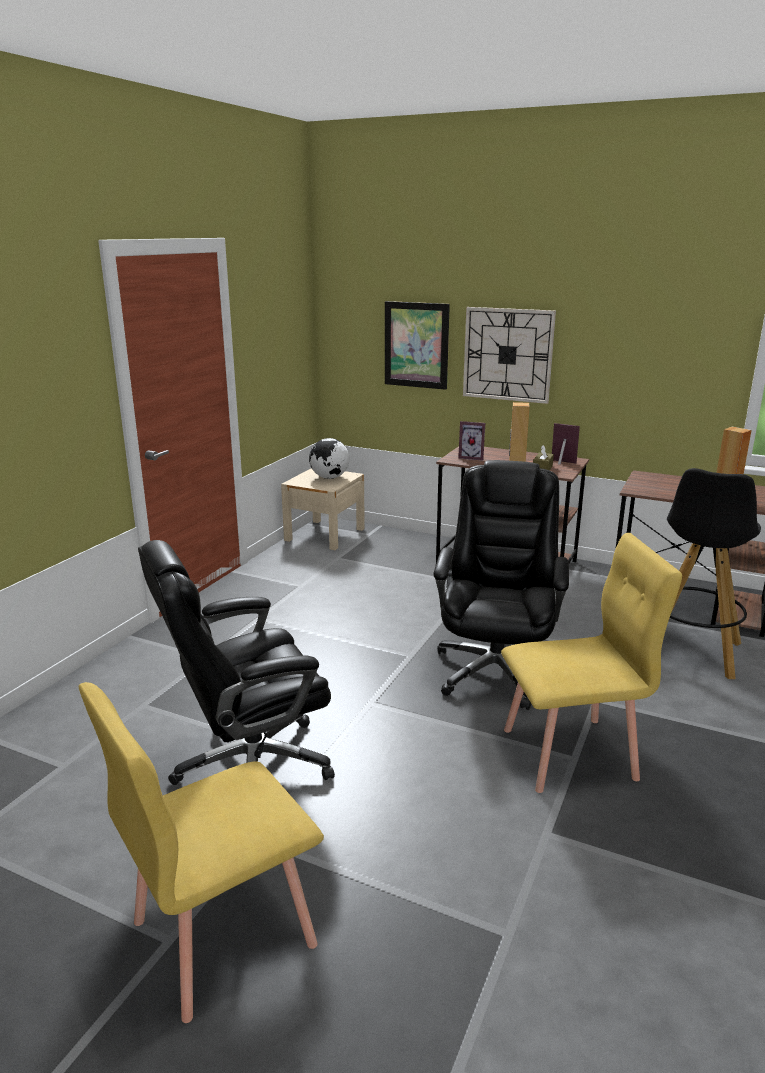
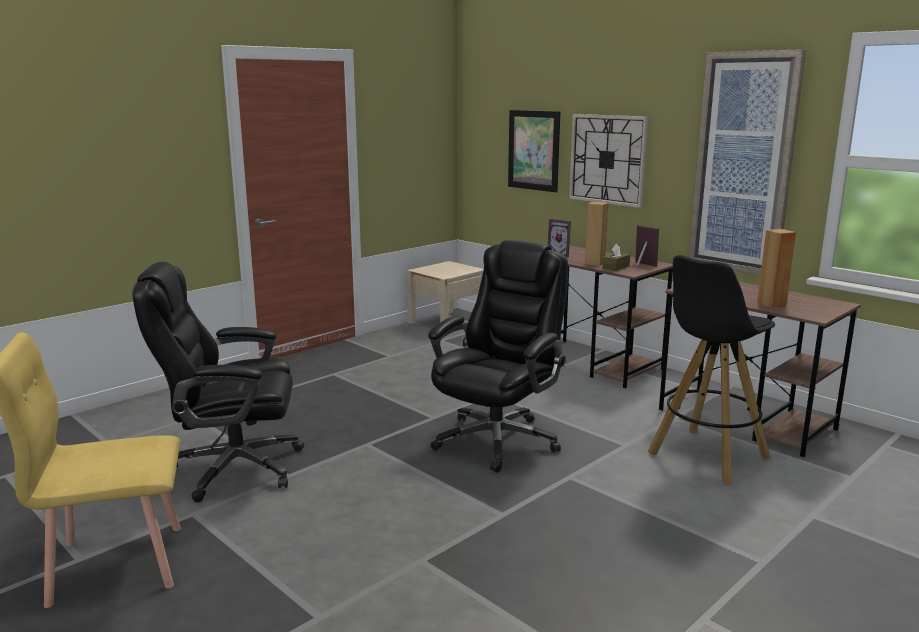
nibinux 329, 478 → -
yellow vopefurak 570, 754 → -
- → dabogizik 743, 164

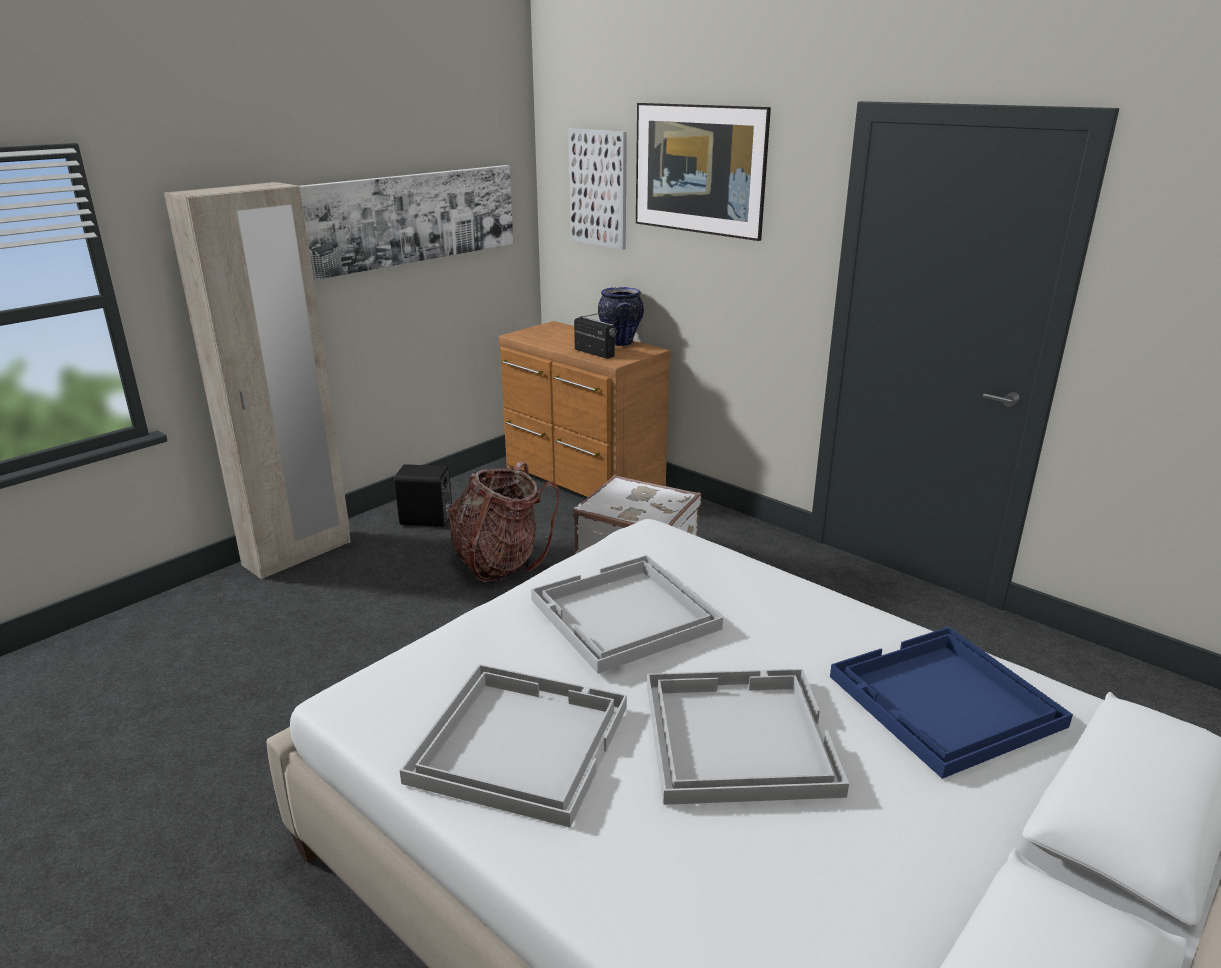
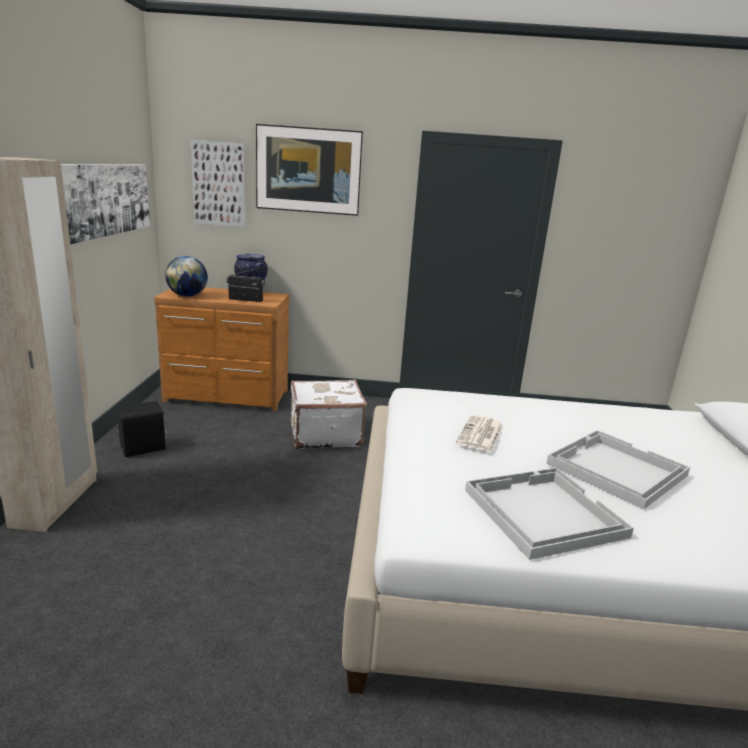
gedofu 500, 562 → -
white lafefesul 623, 615 → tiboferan 480, 435
blue lafefesul 944, 702 → -
- → nibinux 187, 296

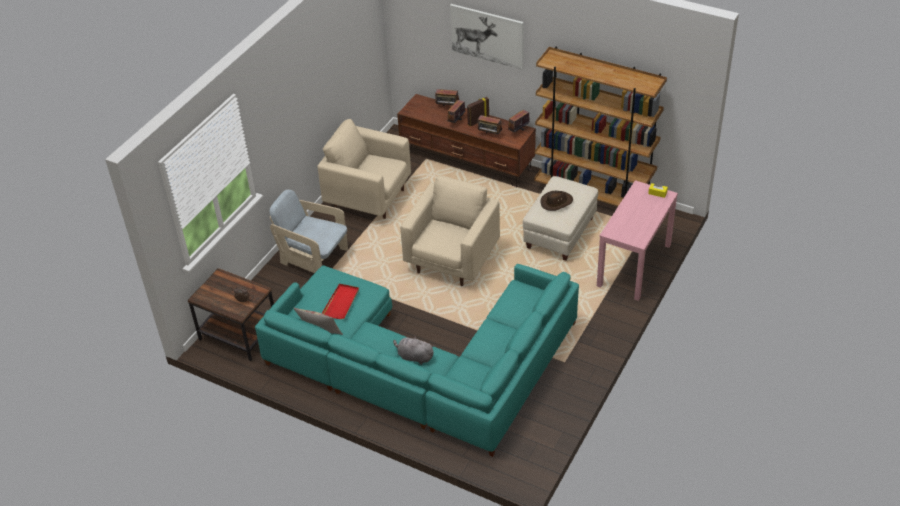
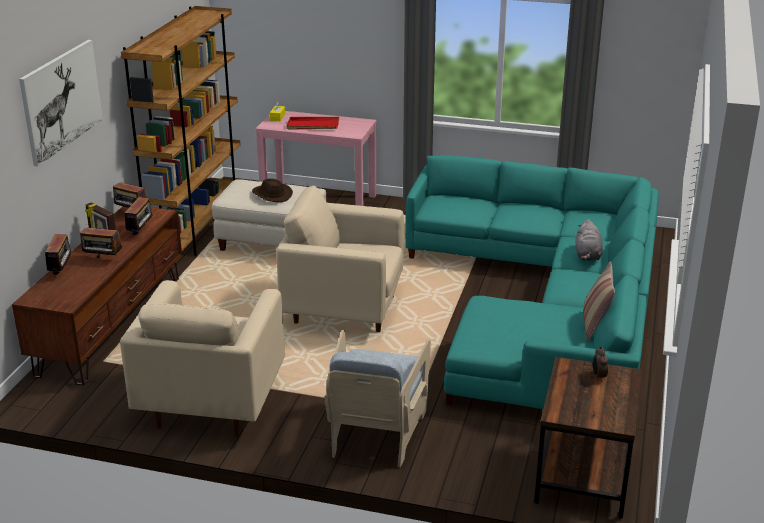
red lafefesul 341, 302 → red lafefesul 312, 125, move

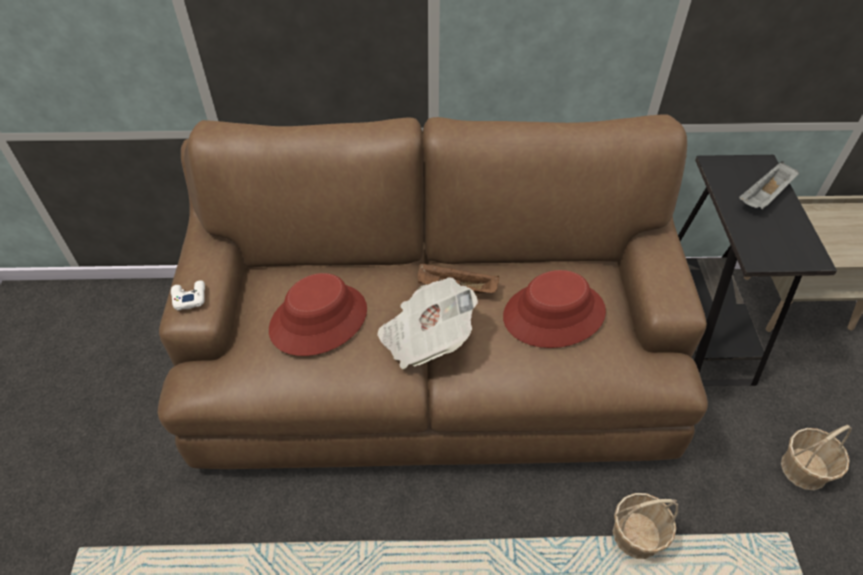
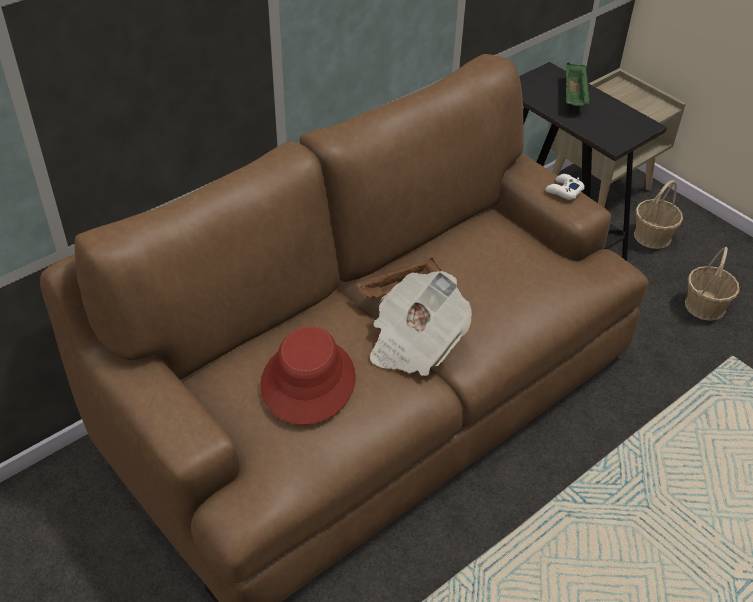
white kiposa 189, 297 → white kiposa 563, 191, move
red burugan 554, 314 → -
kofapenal 636, 536 → kofapenal 652, 236, move
grey lafefesul 764, 197 → green lafefesul 574, 96

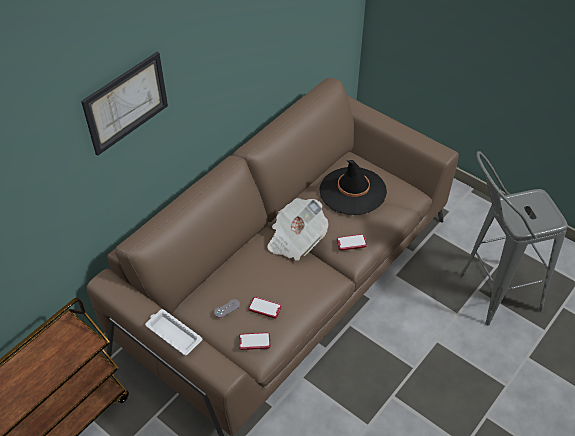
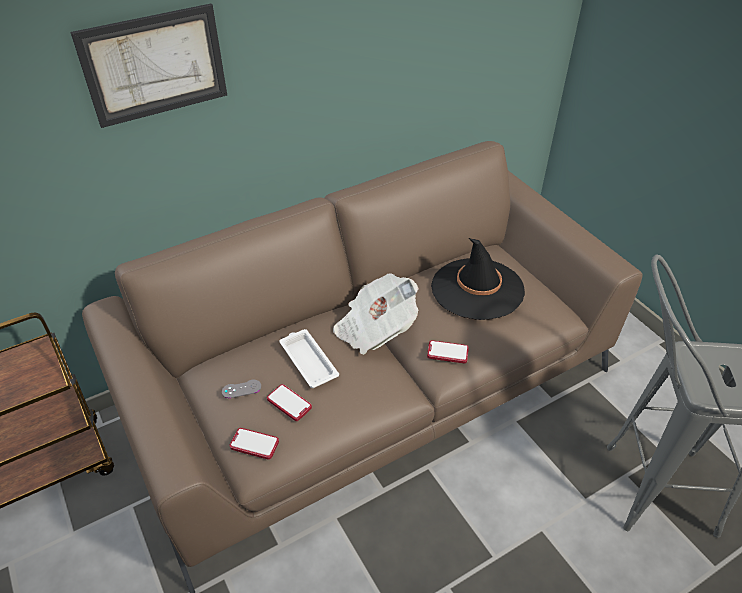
white lafefesul 173, 333 → white lafefesul 308, 360, move

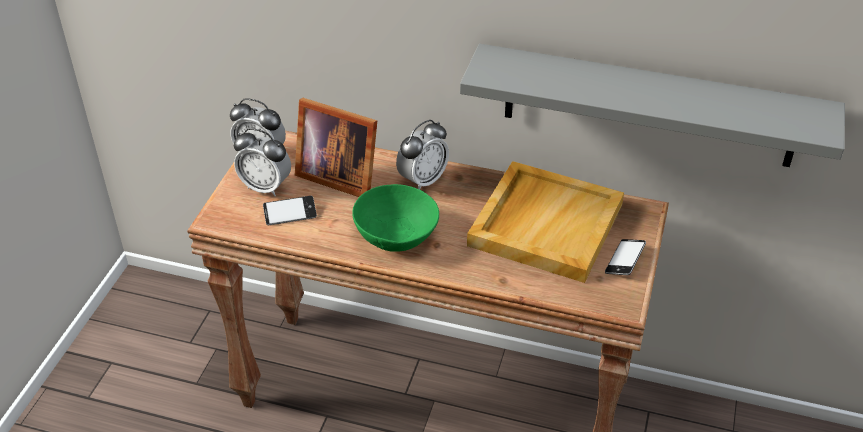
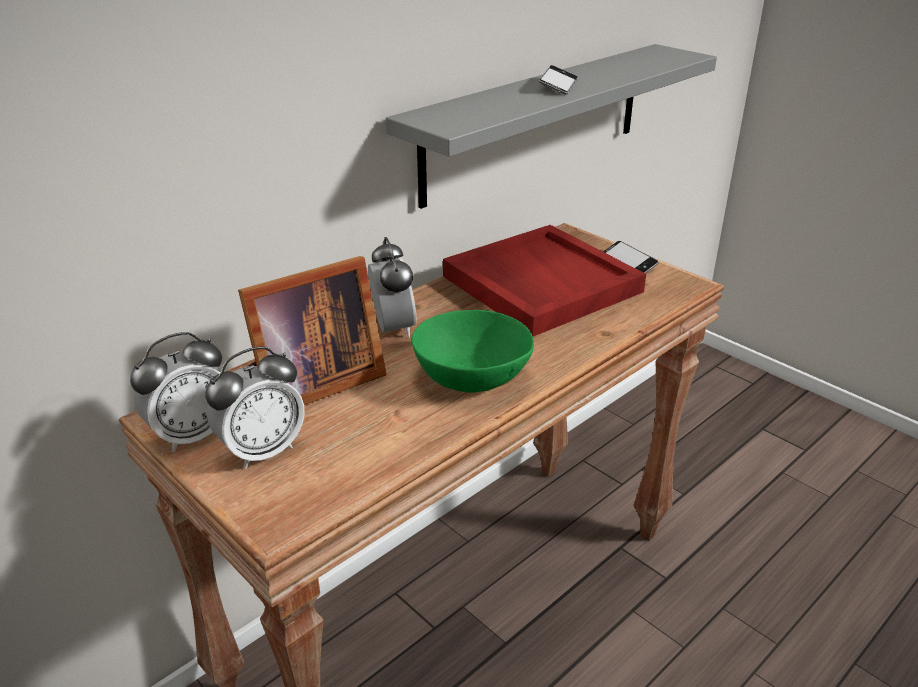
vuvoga 290, 214 → vuvoga 558, 85, move
beige lafefesul 545, 224 → red lafefesul 539, 284

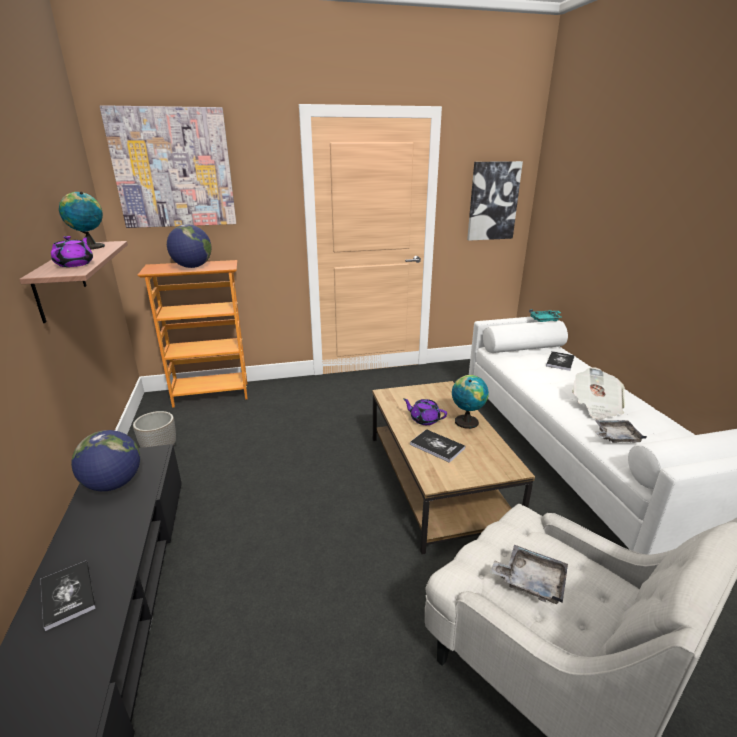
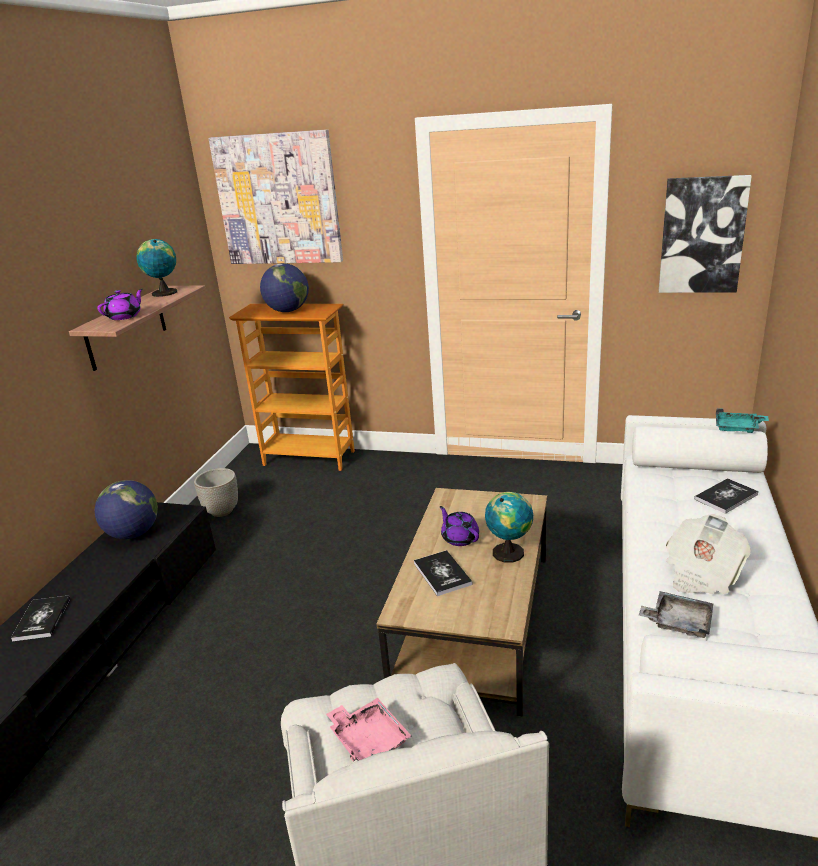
grey lafefesul 531, 581 → pink lafefesul 369, 740

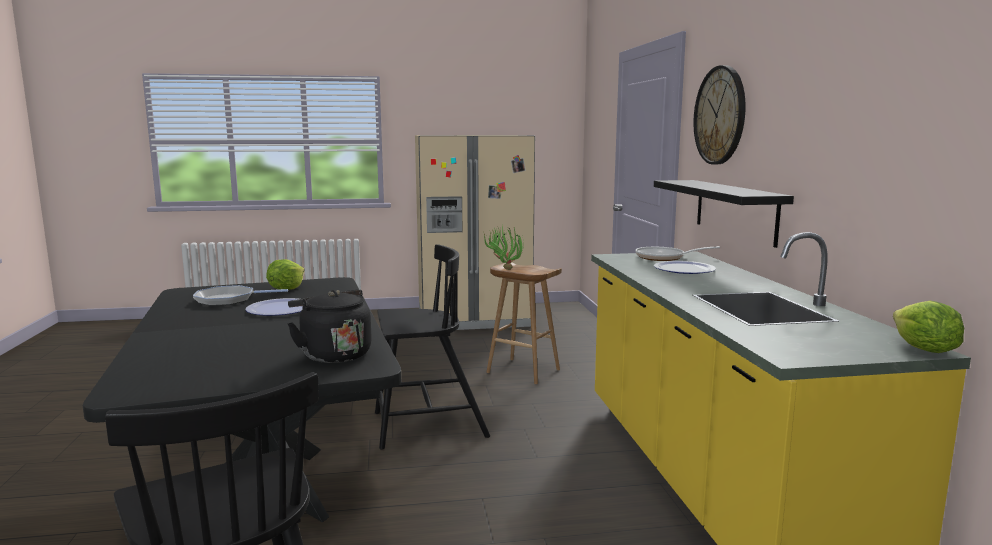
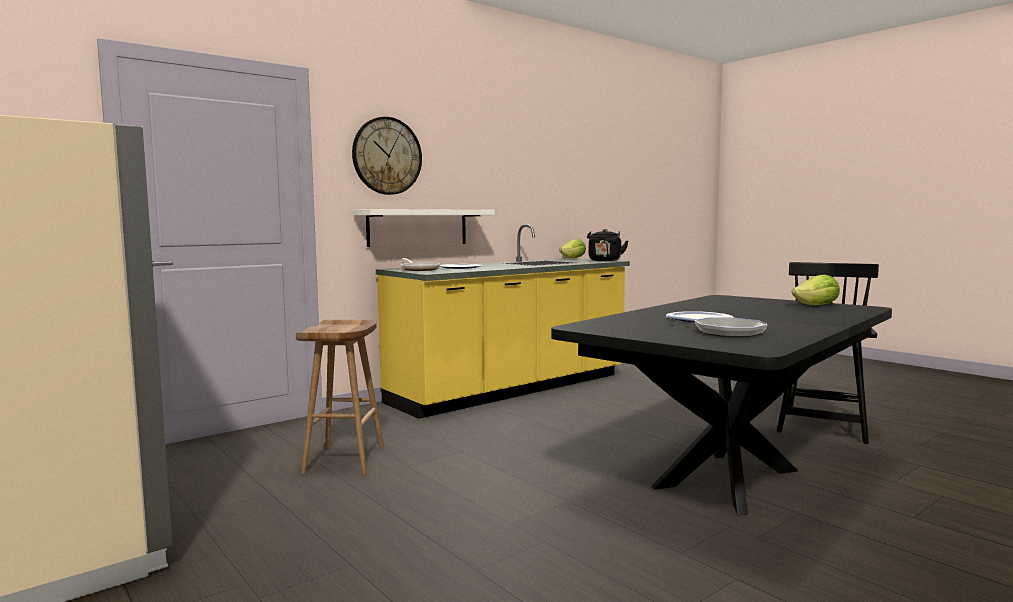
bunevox 286, 289 → bunevox 817, 305, move
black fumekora 333, 354 → black fumekora 604, 261, move
black vopefurak 427, 425 → -
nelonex 503, 269 → -
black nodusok 735, 210 → white nodusok 418, 227

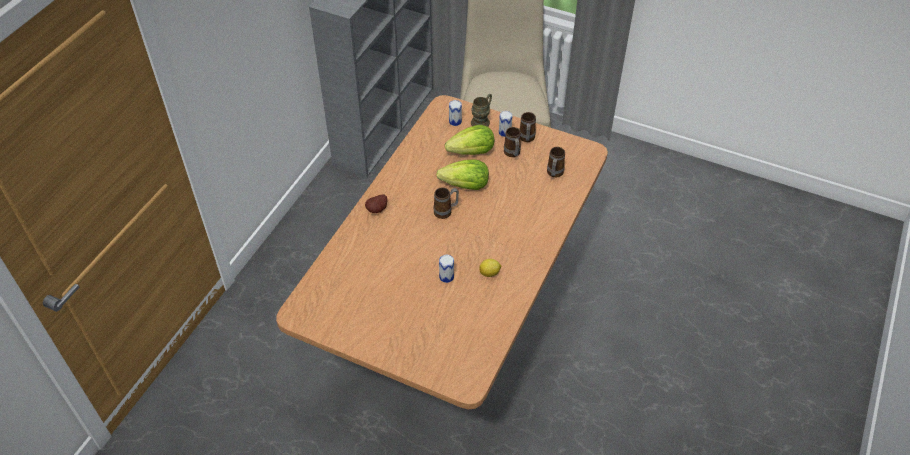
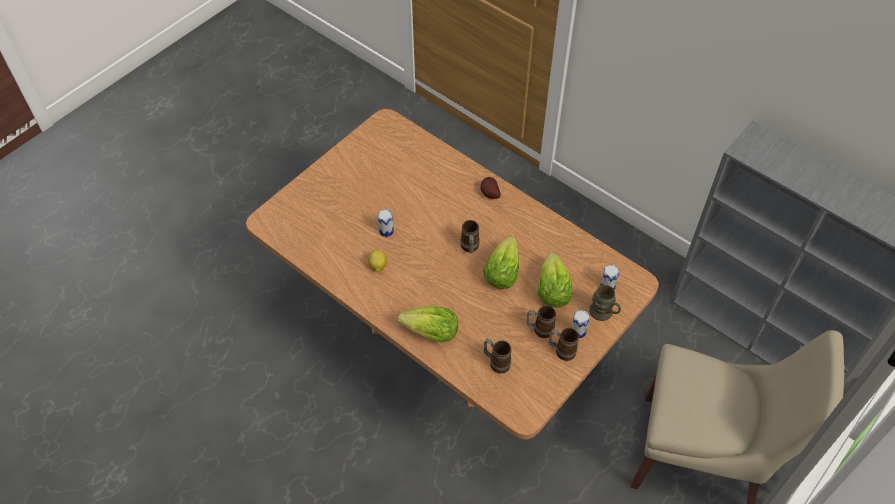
- → bunevox 431, 333

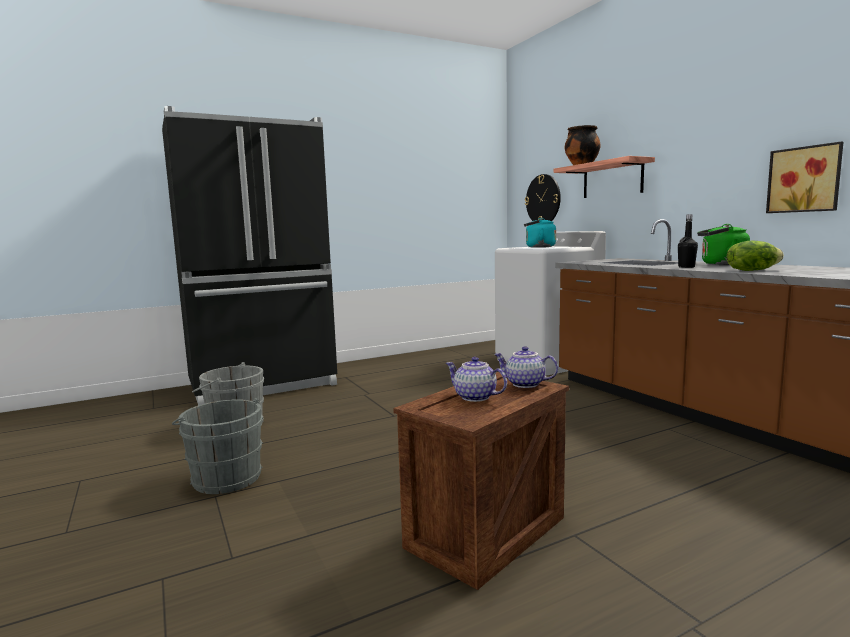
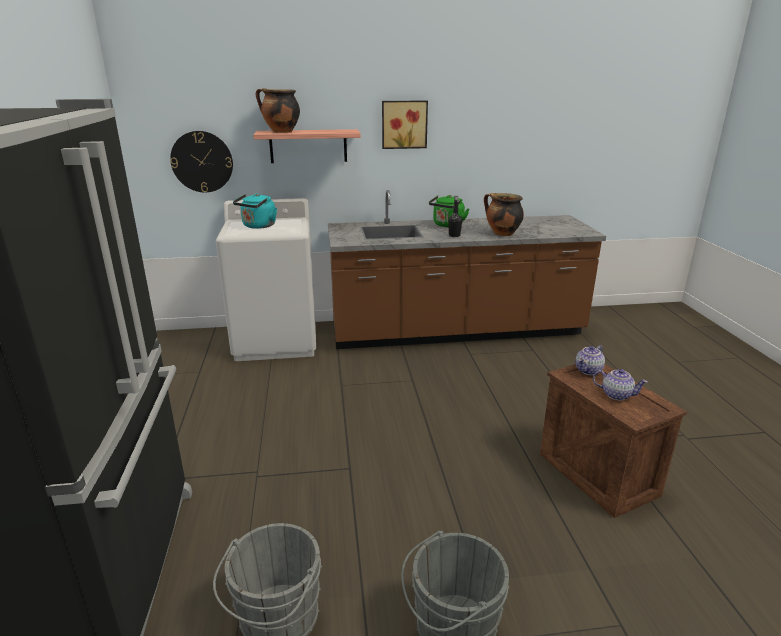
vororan 475, 397 → vororan 616, 394, 120 degrees counterclockwise
bunevox 752, 270 → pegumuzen 502, 234
dabogizik 805, 179 → dabogizik 404, 124, move

